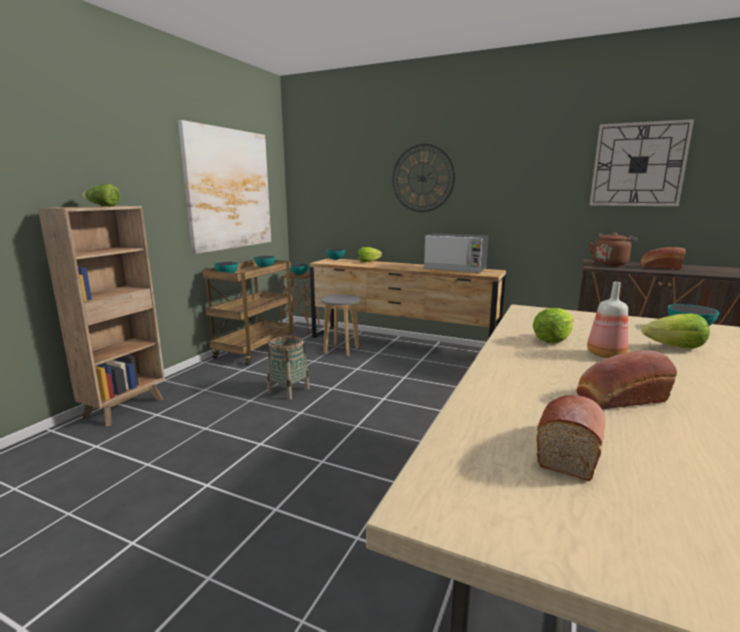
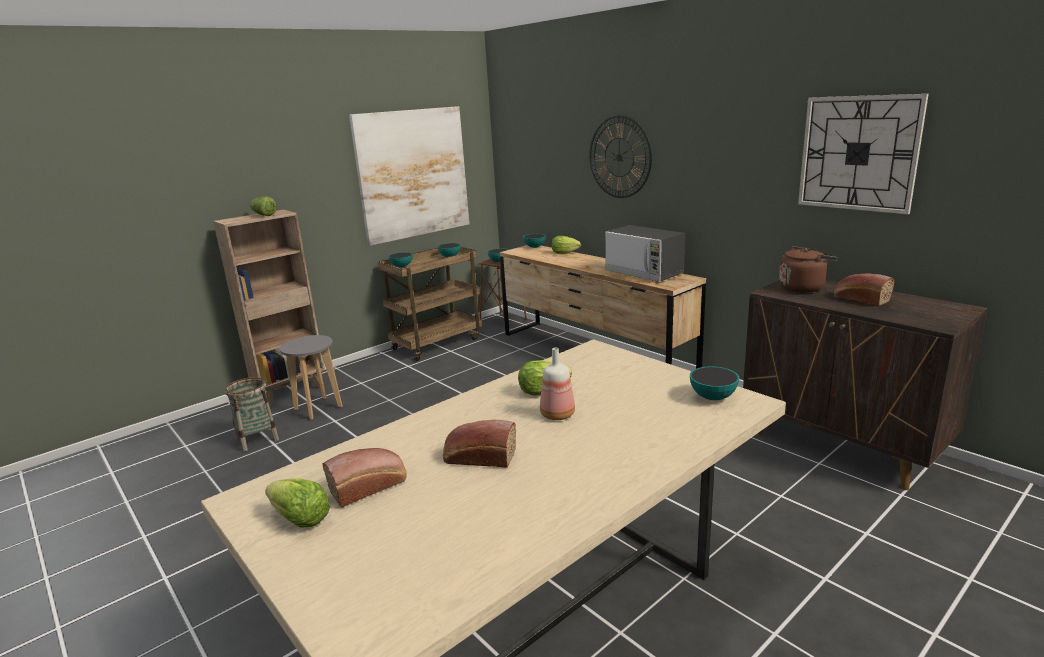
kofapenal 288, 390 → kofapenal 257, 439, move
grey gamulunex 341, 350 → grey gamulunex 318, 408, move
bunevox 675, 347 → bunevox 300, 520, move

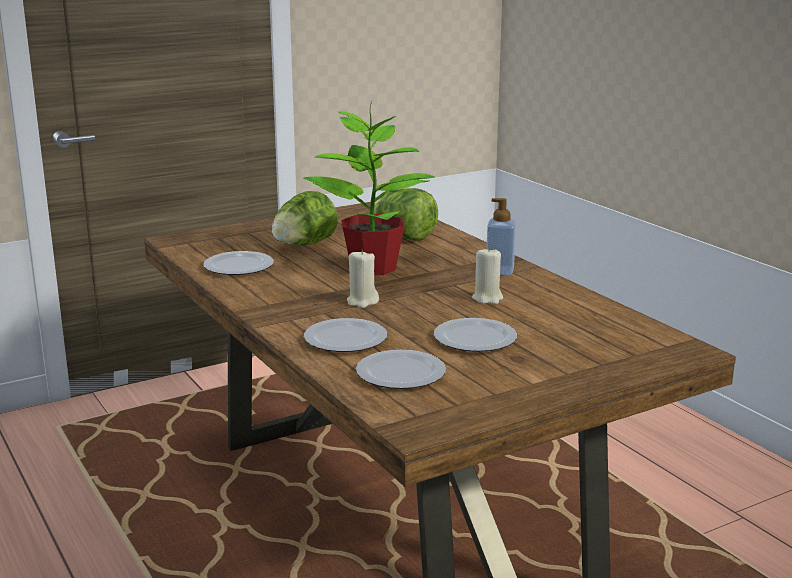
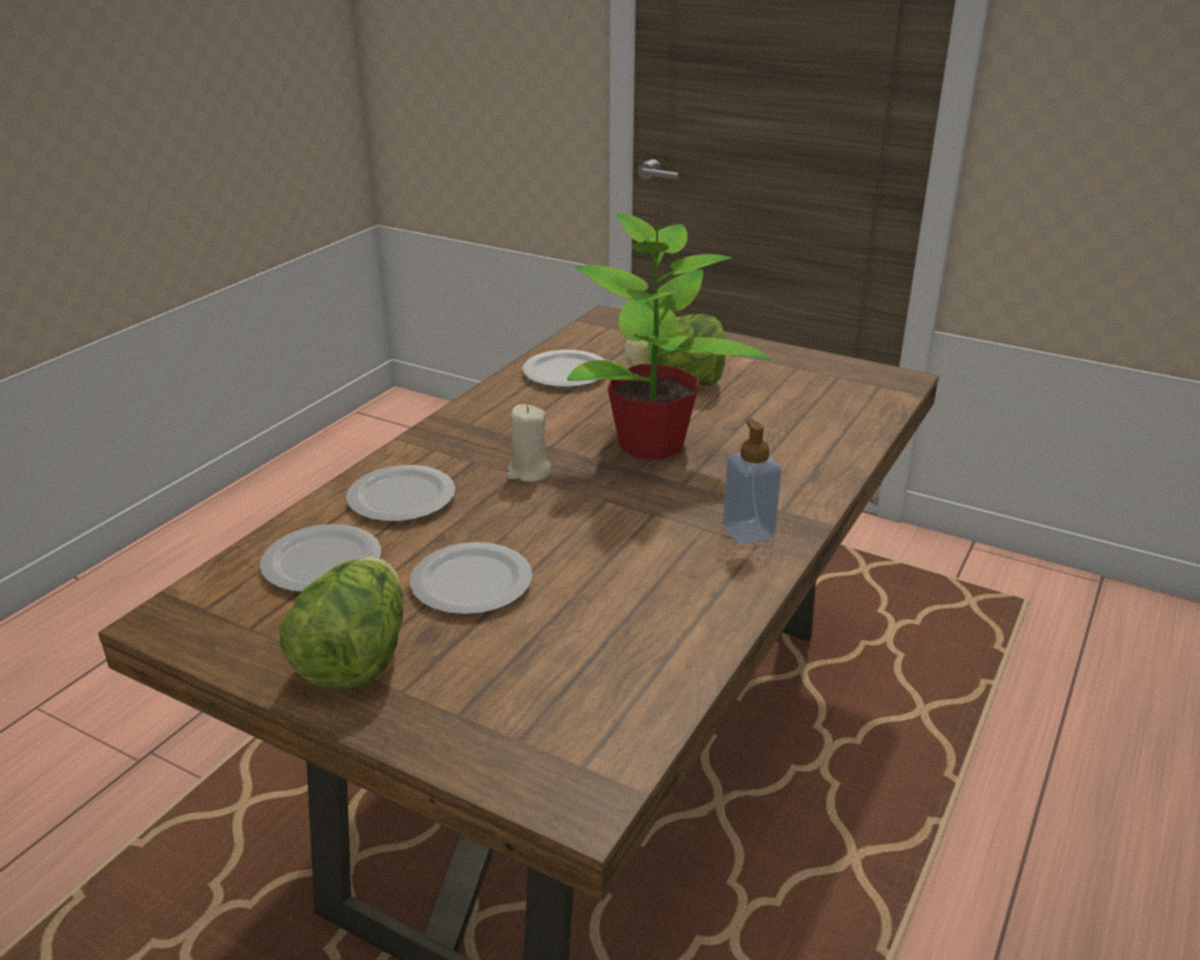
bunevox 403, 236 → bunevox 355, 657, move
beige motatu 487, 298 → -

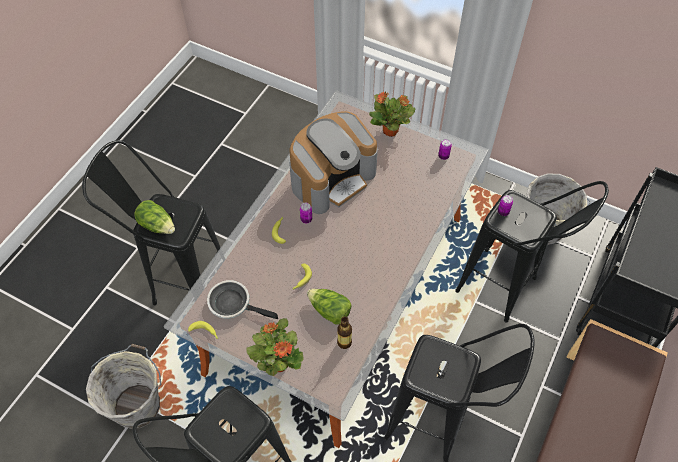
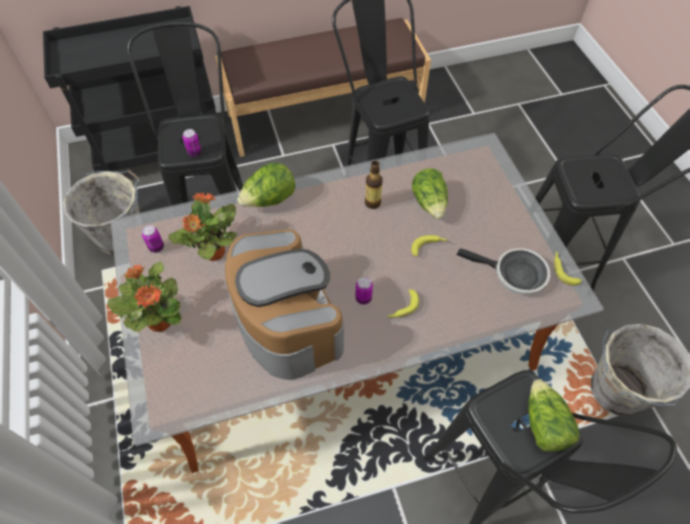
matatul 233, 304 → matatul 514, 275, 45 degrees counterclockwise
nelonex 279, 363 → nelonex 213, 253, move
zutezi 332, 178 → zutezi 286, 320, 60 degrees clockwise
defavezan 344, 342 → defavezan 372, 203, move
- → bunevox 269, 200

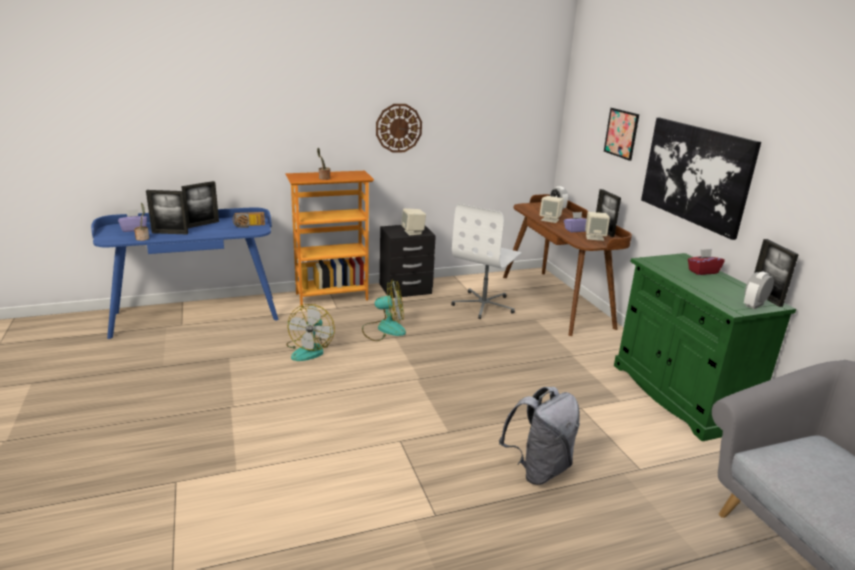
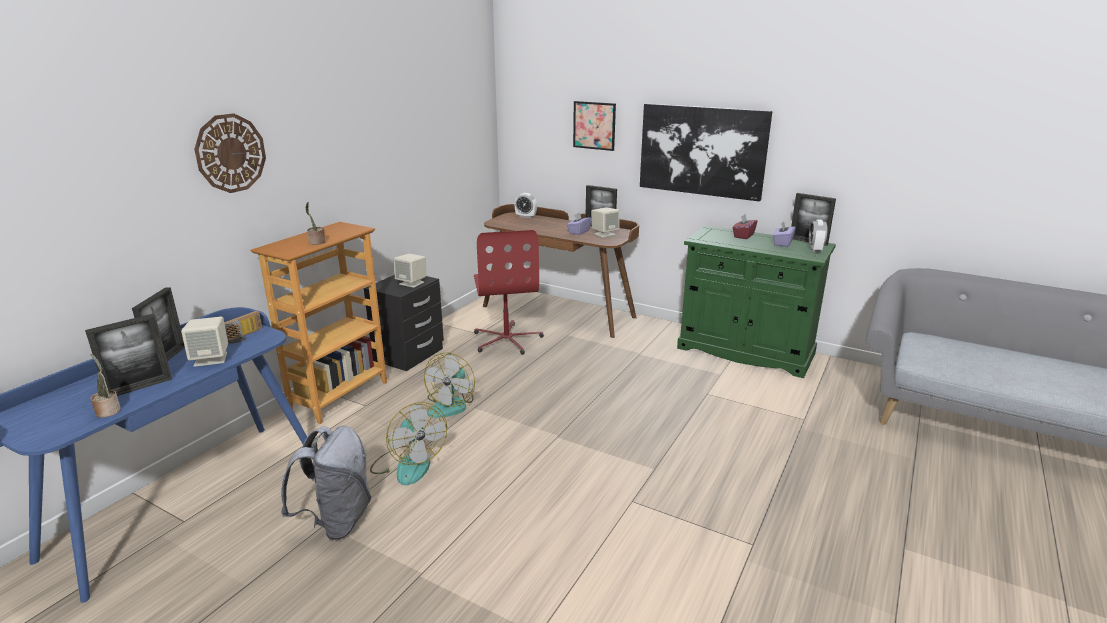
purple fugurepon 134, 229 → purple fugurepon 782, 243, move
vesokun 384, 329 → vesokun 451, 404, 150 degrees clockwise
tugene 398, 128 → tugene 230, 153, move
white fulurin 484, 305 → red fulurin 507, 340
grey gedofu 538, 469 → grey gedofu 337, 521, move
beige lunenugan 550, 220 → beige lunenugan 211, 359, move

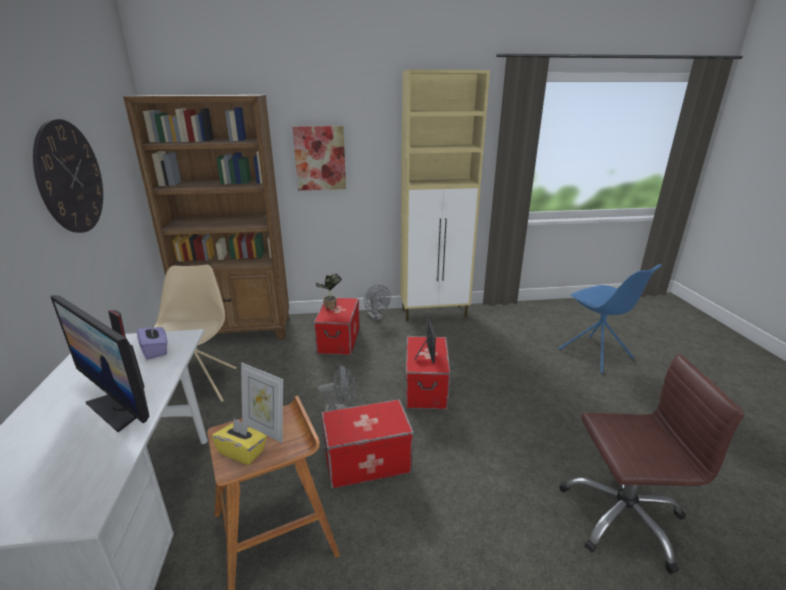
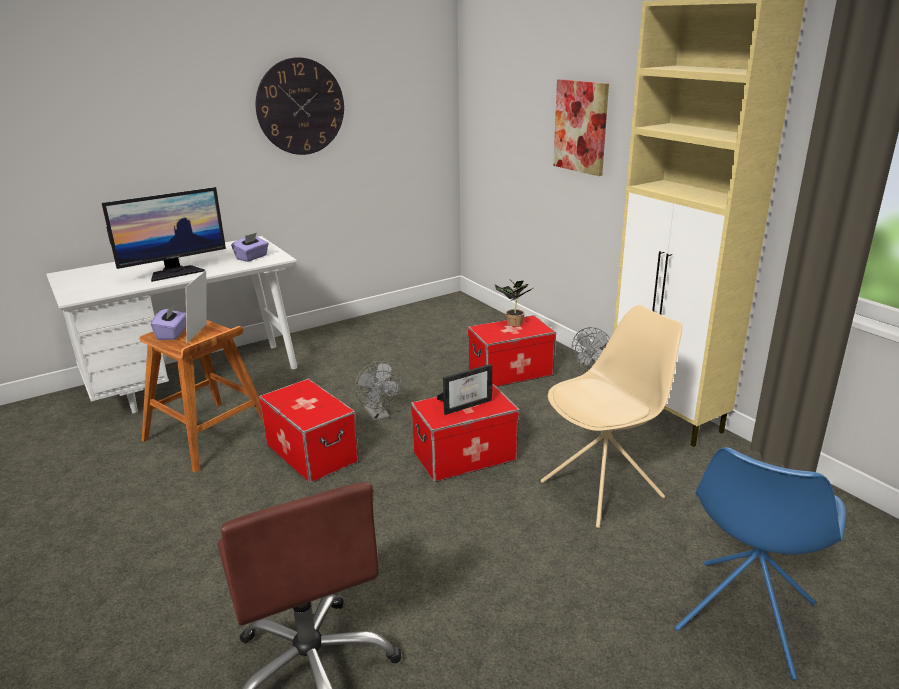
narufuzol 120, 407 → narufuzol 175, 272, 135 degrees counterclockwise
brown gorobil 240, 331 → -
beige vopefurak 202, 385 → beige vopefurak 603, 489, move
yellow fugurepon 242, 452 → purple fugurepon 172, 334

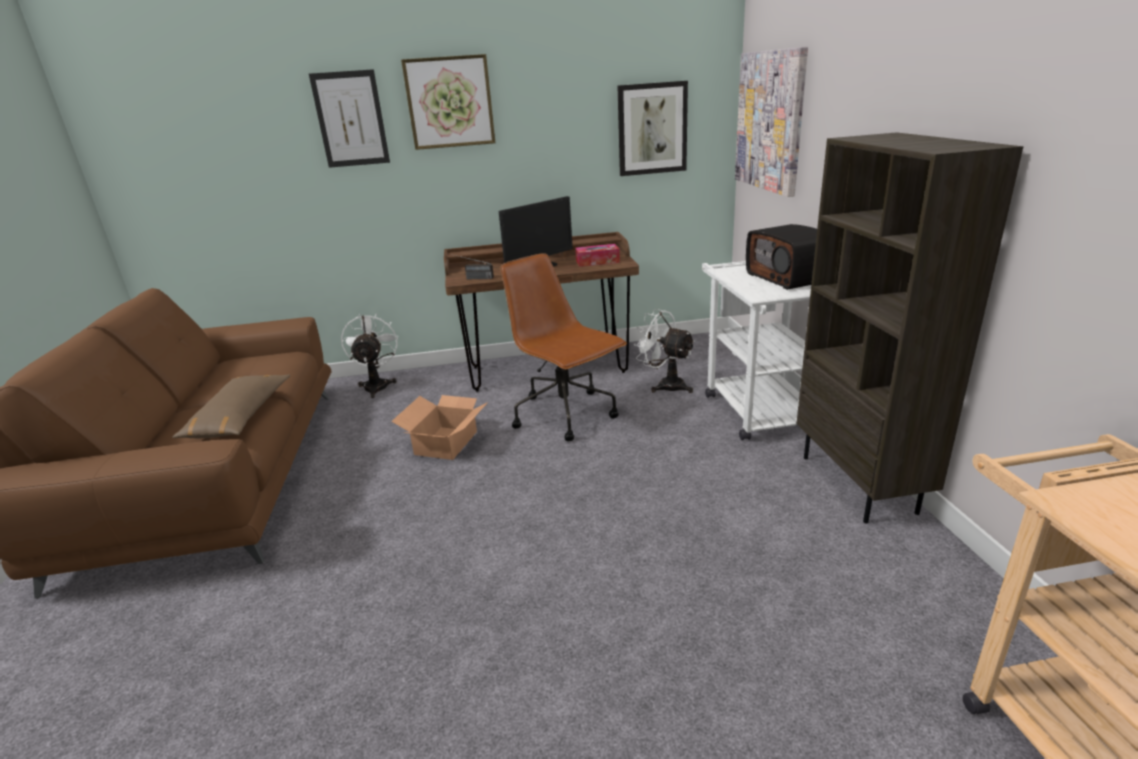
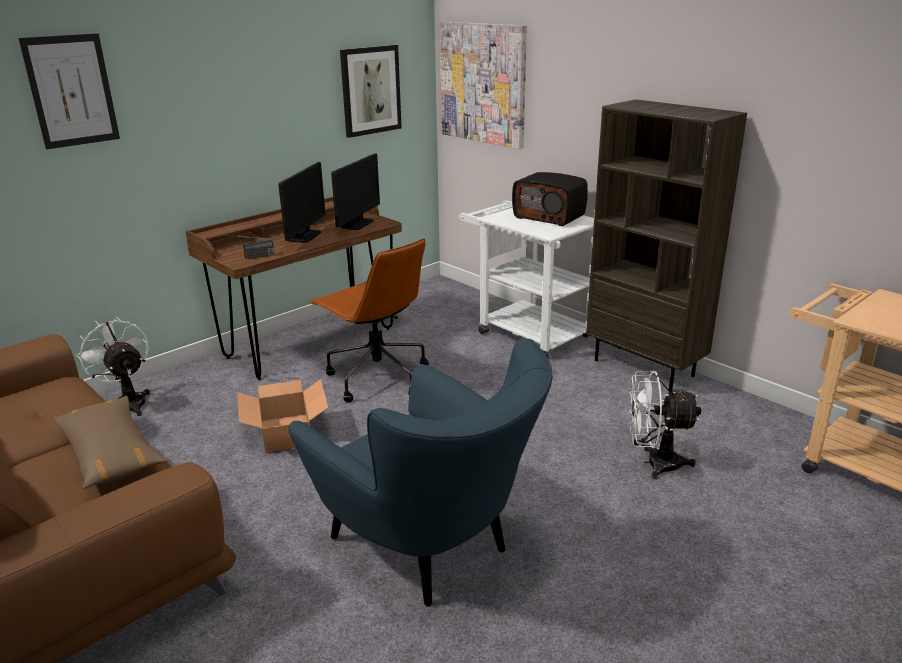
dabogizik 450, 102 → -
brown fulurin 566, 415 → brown fulurin 377, 378, 150 degrees counterclockwise
fugurepon 597, 261 → narufuzol 357, 224
white vesokun 665, 385 → white vesokun 654, 463, move
- → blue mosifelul 429, 549

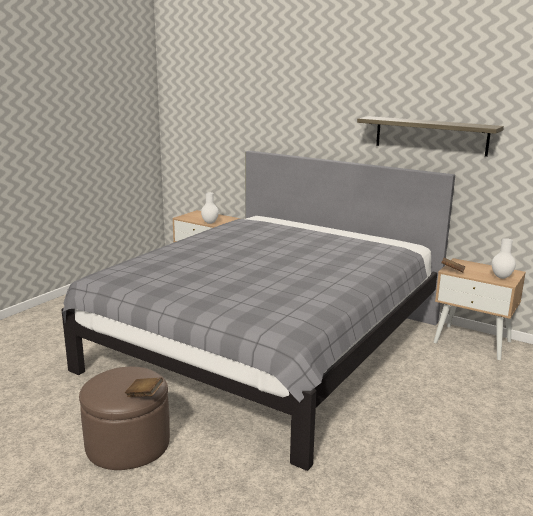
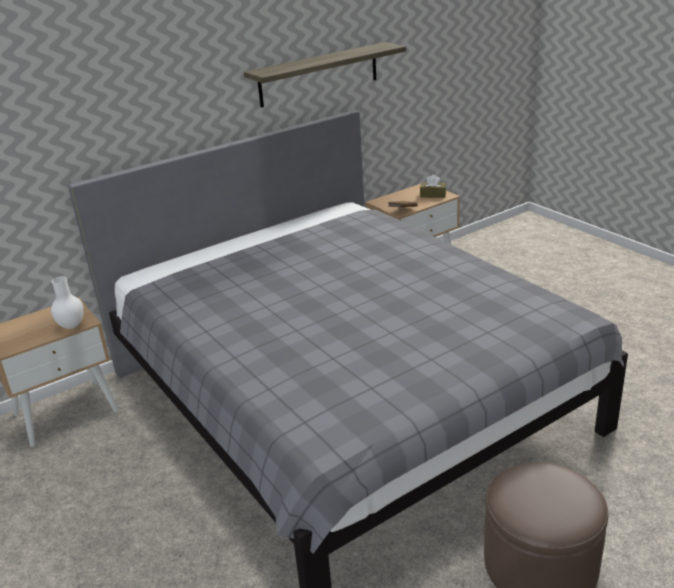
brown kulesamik 144, 395 → -
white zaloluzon 501, 277 → brown fugurepon 433, 195

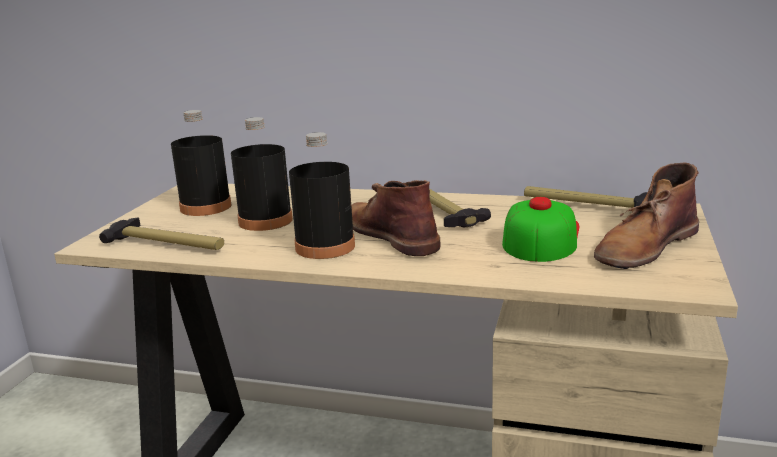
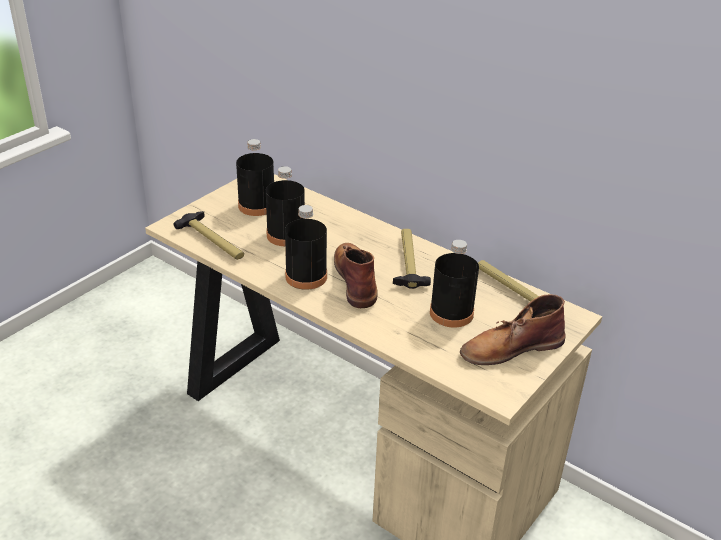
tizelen 540, 236 → black defavezan 451, 313

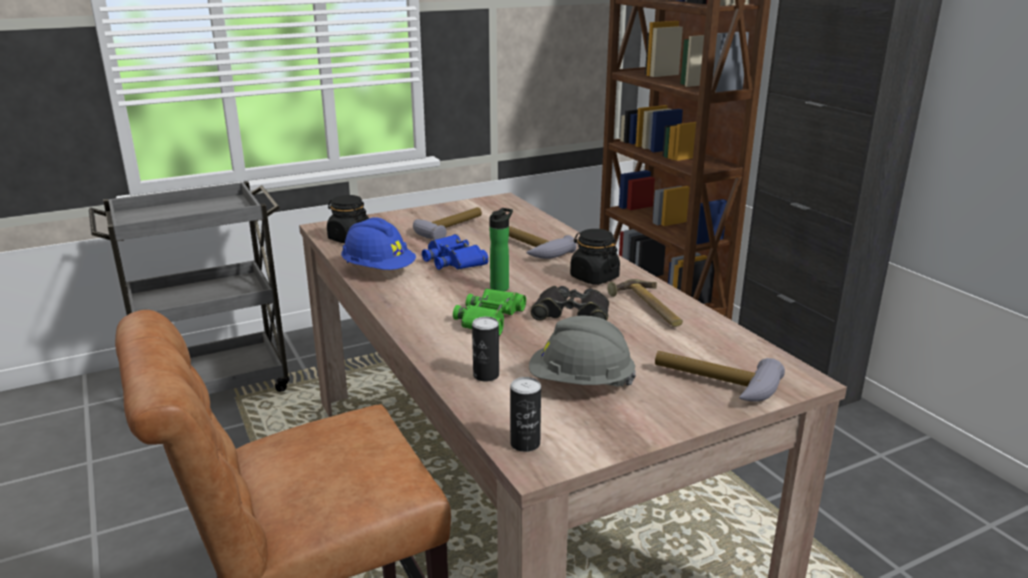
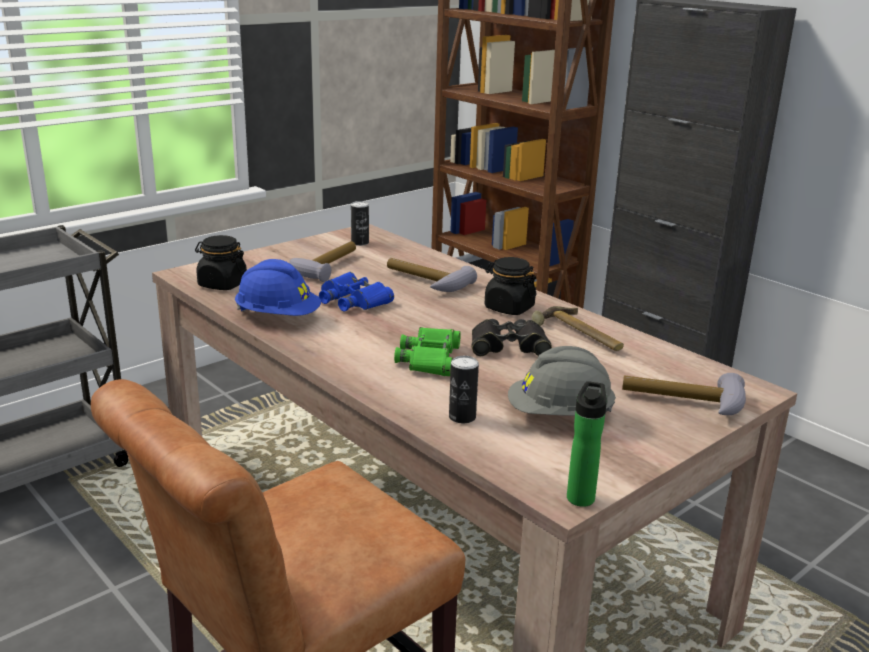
defavezan 501, 287 → defavezan 581, 496, move
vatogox 525, 443 → vatogox 360, 243, move

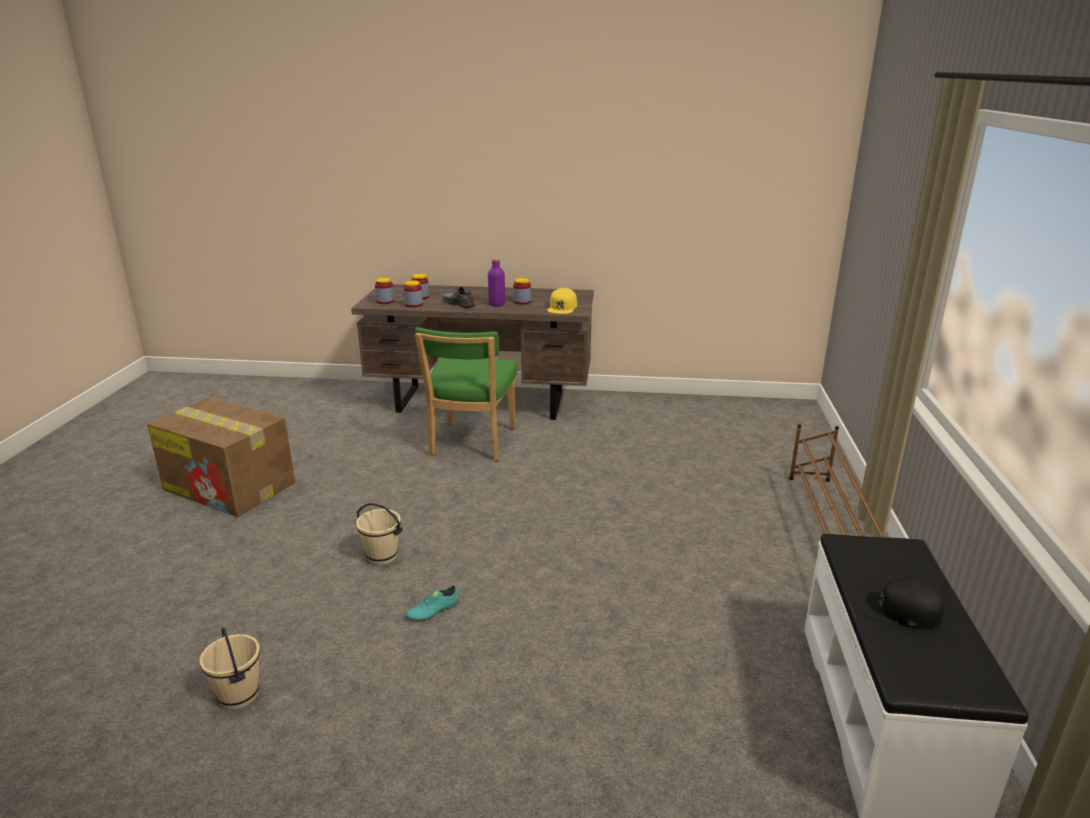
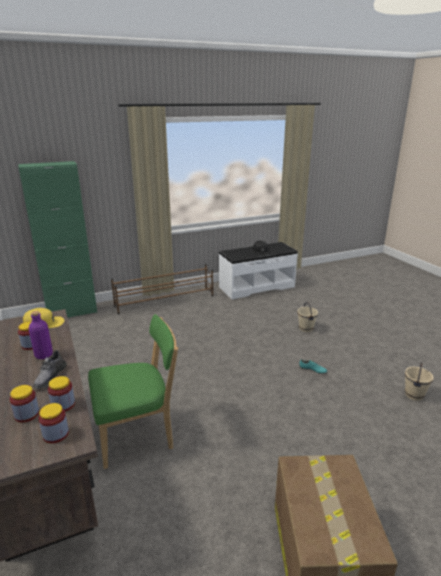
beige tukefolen 381, 557 → beige tukefolen 306, 328, move
- → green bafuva 72, 312

